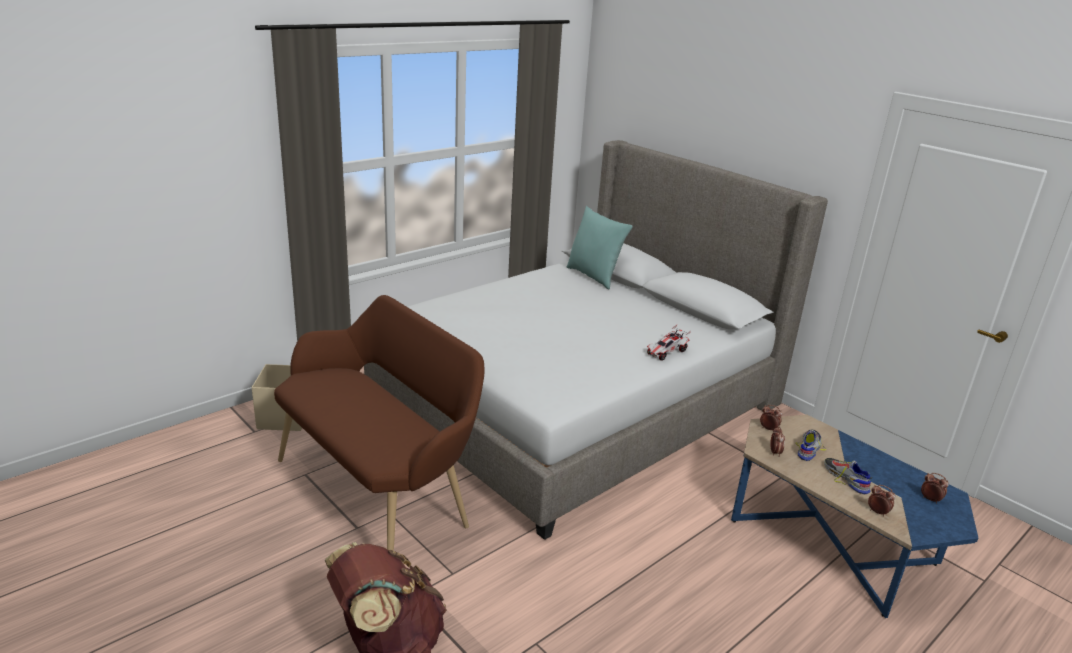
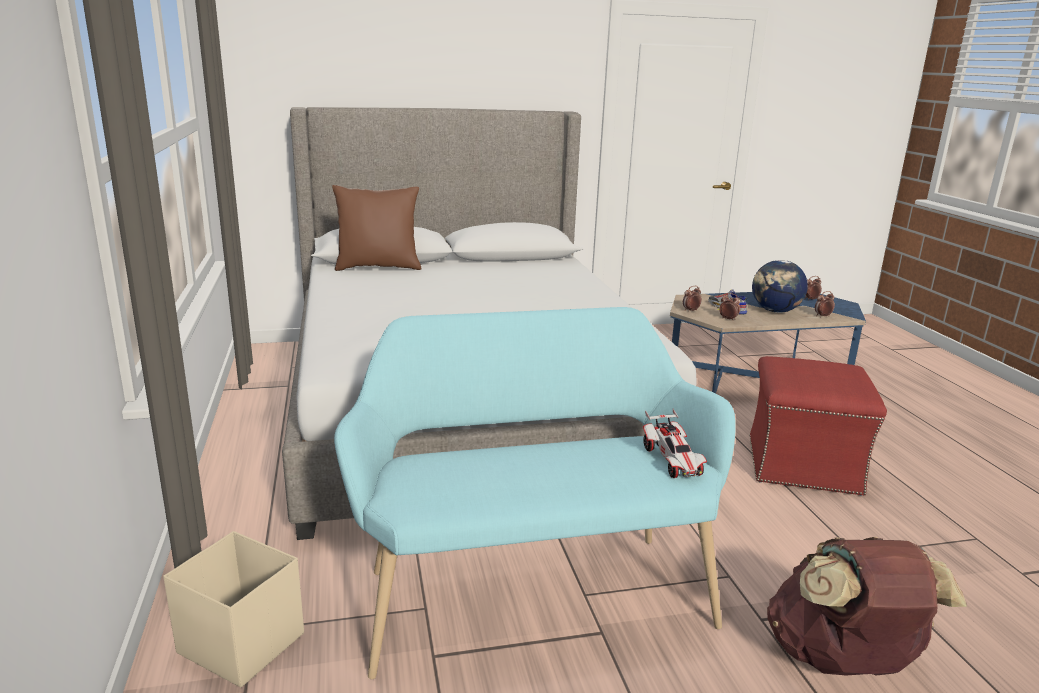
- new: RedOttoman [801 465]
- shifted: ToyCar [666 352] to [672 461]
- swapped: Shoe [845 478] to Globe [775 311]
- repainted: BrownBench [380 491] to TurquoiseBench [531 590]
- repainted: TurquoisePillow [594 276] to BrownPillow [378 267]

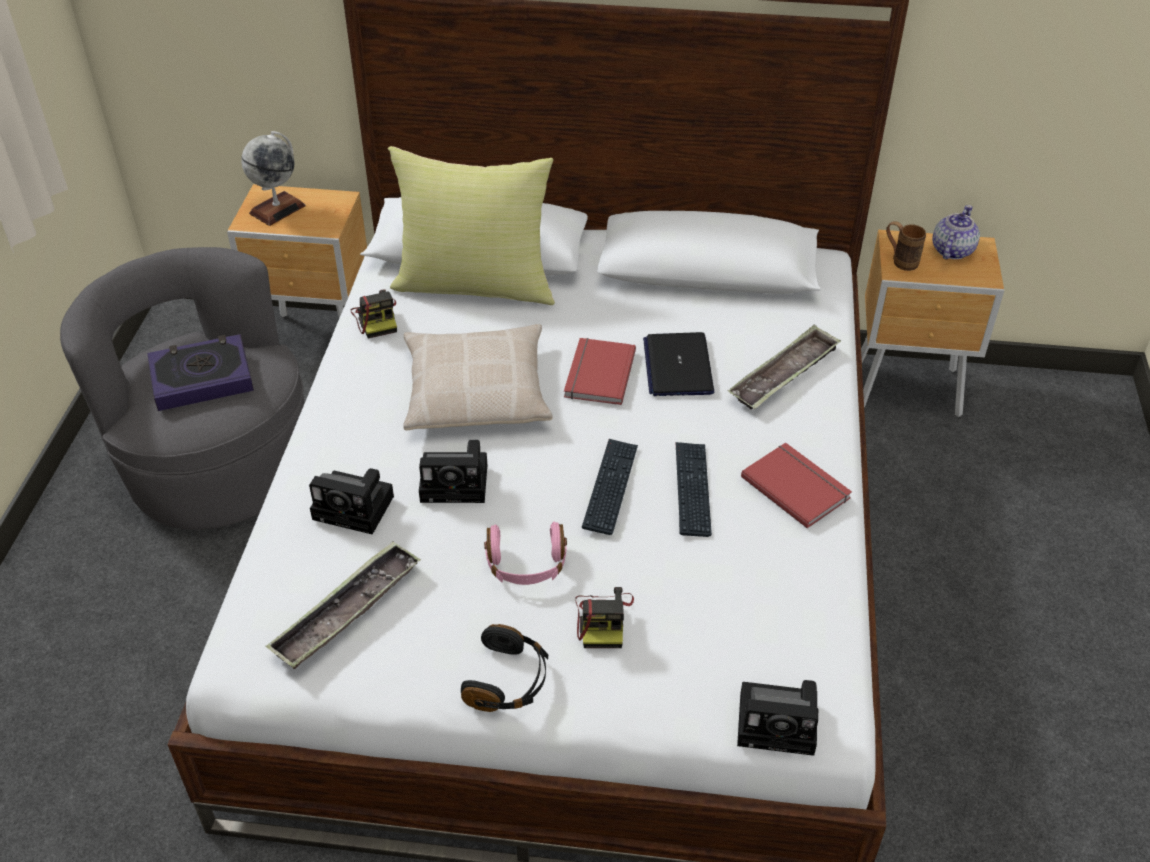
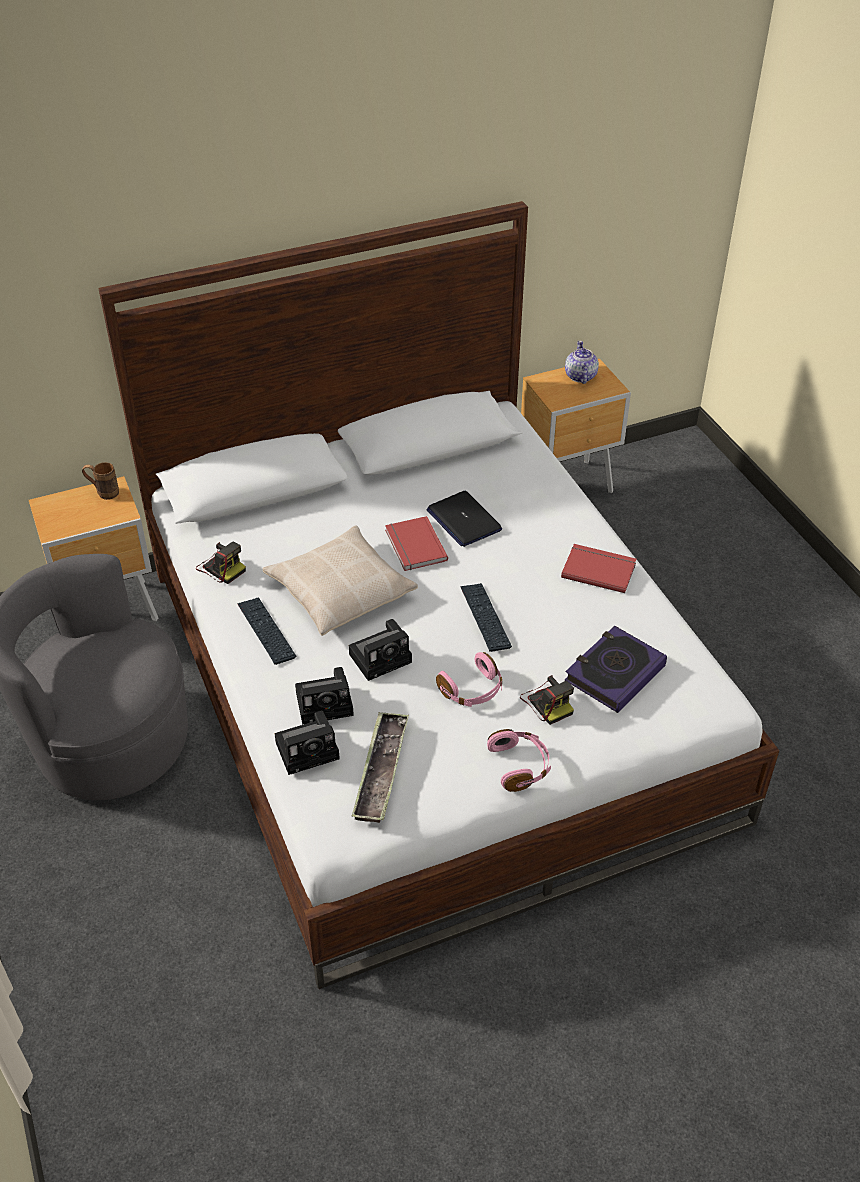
- gone: Globe [277 209]
- gone: YellowPillow [476 284]
- gone: Tray [784 374]
- shifted: Book [202 378] to [614 673]
- shifted: Keyboard [692 489] to [266 631]
- shifted: PhotoCamera [780 723] to [310 749]
- shifted: BrownMug [900 260] to [103 492]
- repainted: BlackHeadphones [508 681] to PinkHeadphones [520 766]

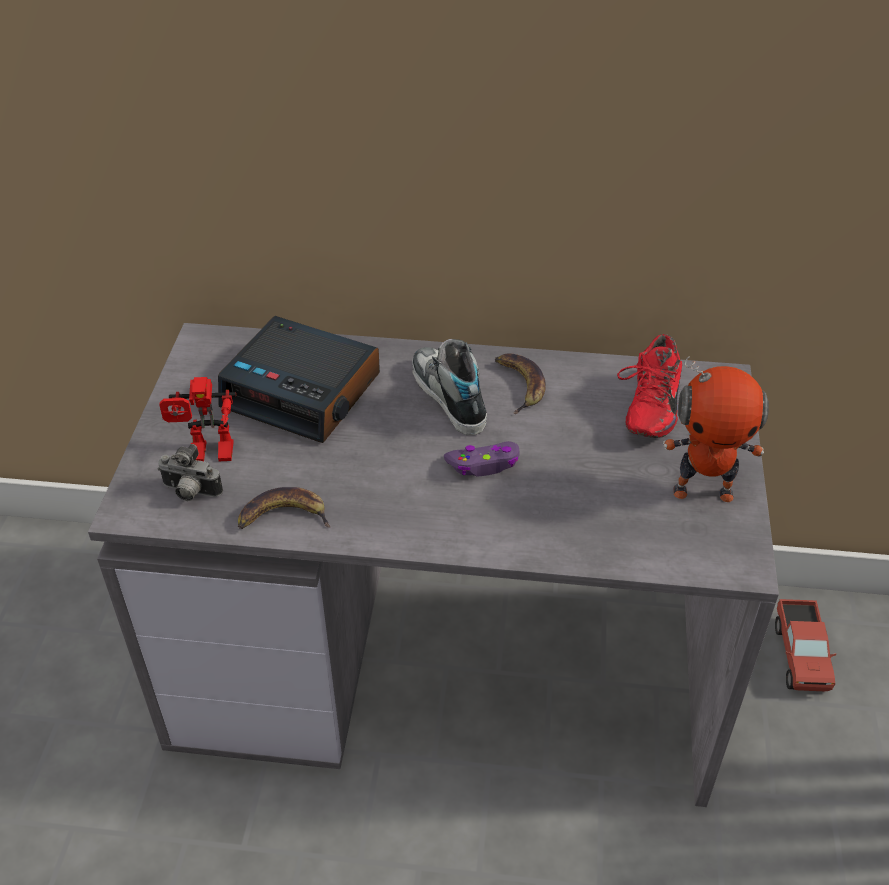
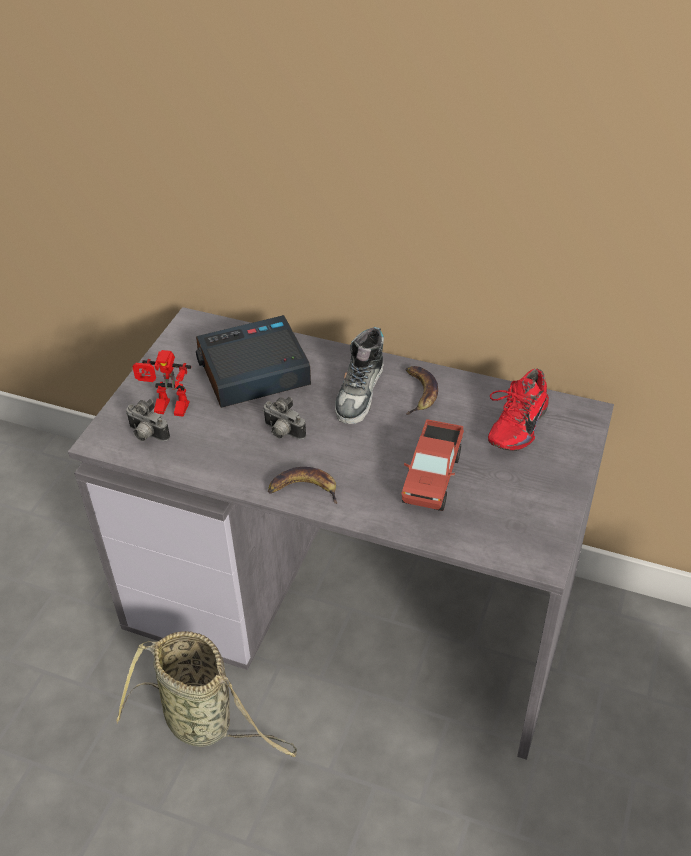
- gone: PurpleGameController [484 464]
- gone: ToyRobot [703 490]
- new: Basket [204 723]
- new: PhotoCamera [282 433]
- shifted: Banana [283 516] to [303 489]
- shifted: ToyTruck [800 656] to [432 478]
- rotated: AlarmClock [303 391] = [252 372] 120 degrees clockwise
- rotated: Shoe [448 396] = [360 393] 150 degrees counterclockwise

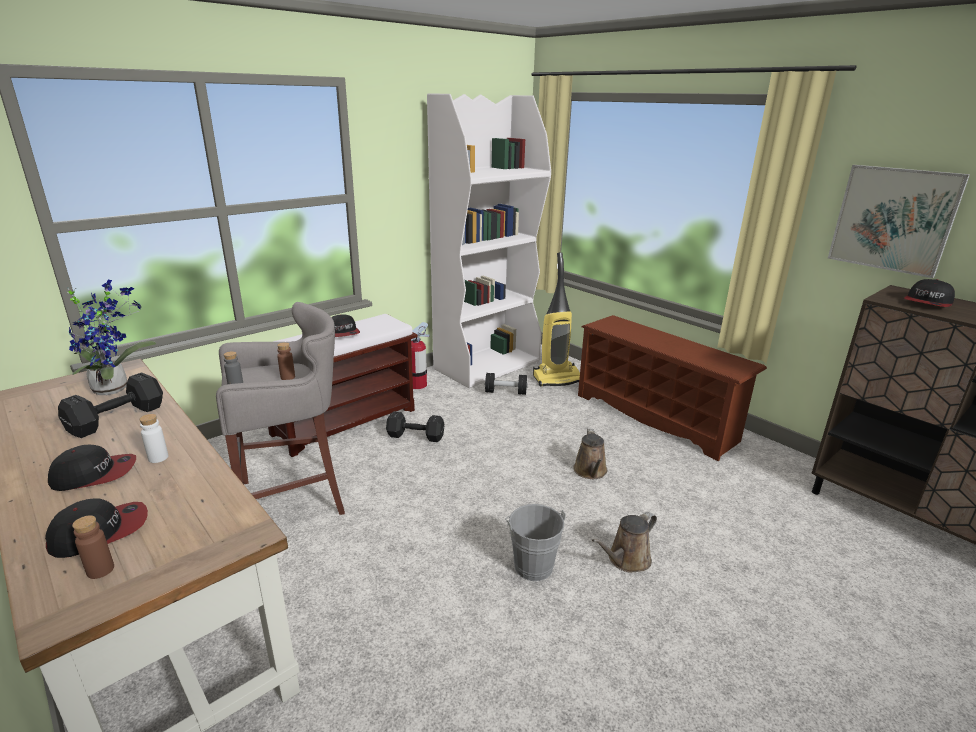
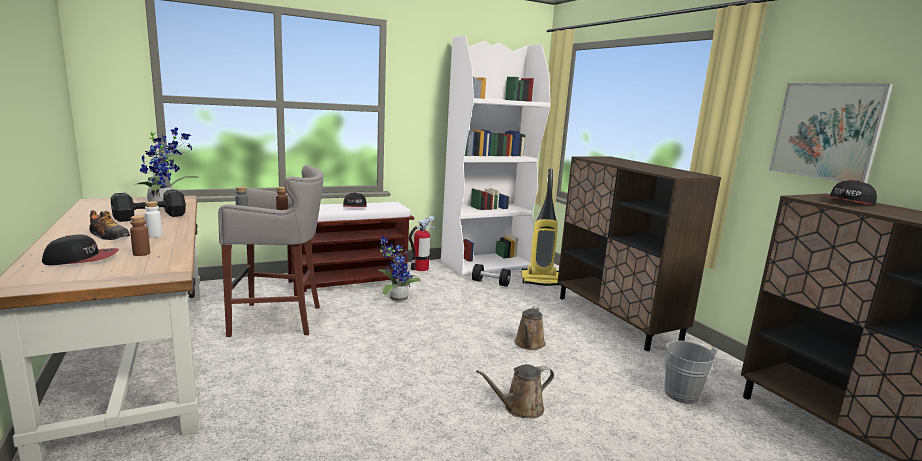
- shifted: BrownBottle [100 570] to [141 253]
- shifted: GreyBucket [532 563] to [679 392]
- swapped: Cap [95 474] to Shoe [108 236]
- swapped: BlackDumbbell [414 436] to PottedPlant [396 298]
- swapped: BrownShoeRack [656 417] to BrownCabinet [616 319]

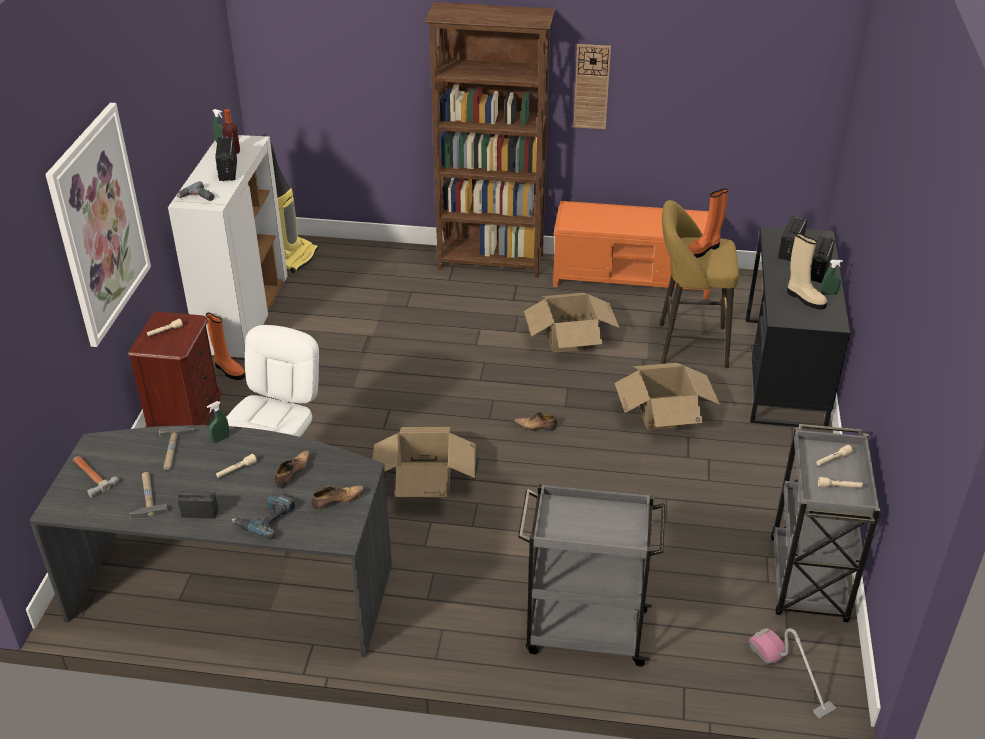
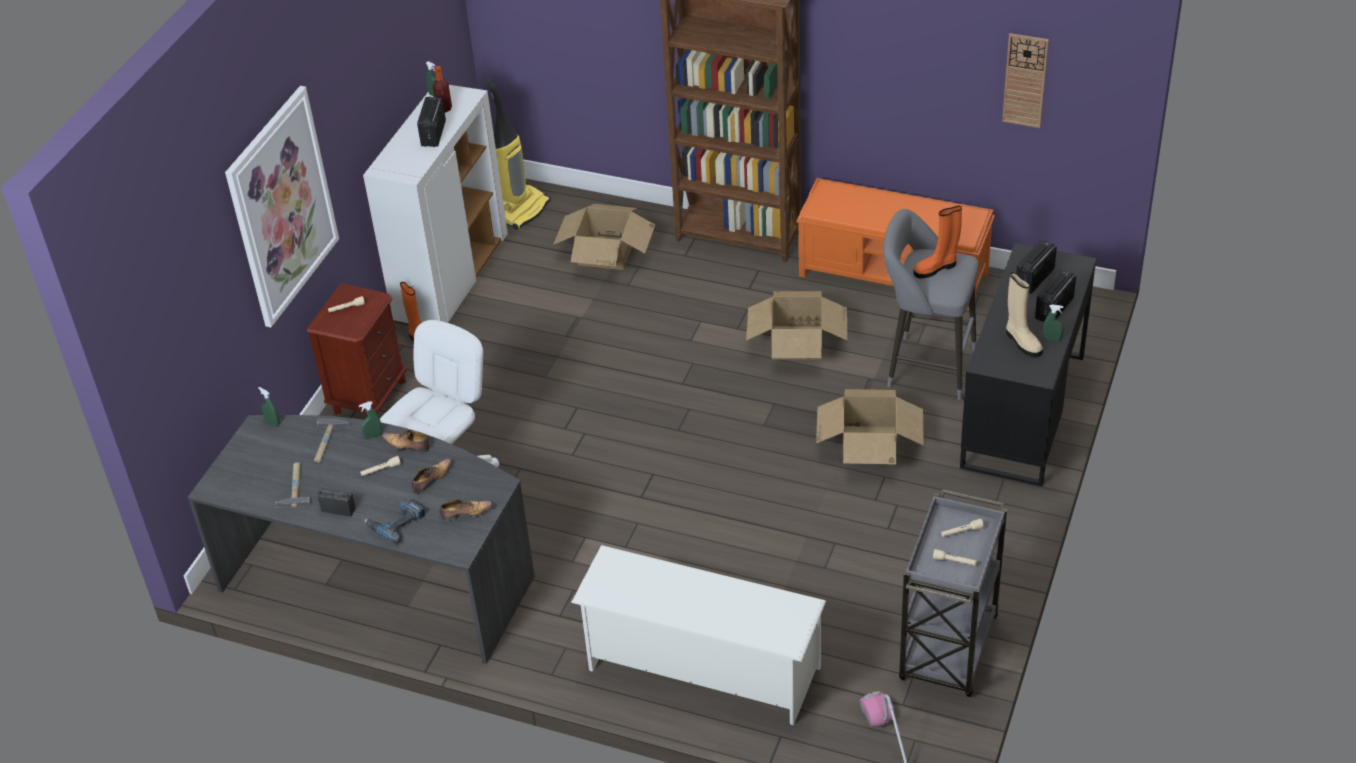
- gone: Hammer [91 476]
- gone: PowerDrill [197 197]
- new: GreenSprayBottle [273 423]
- shifted: CardboardBox [425 479] to [606 252]
- shifted: Shoe [535 427] to [407 445]
- shifted: WallClock [591 86] to [1025 80]
- swapped: GreyCart [584 631] to WhiteShoeRack [702 669]
- repainted: YellowStool [687 345] to GreyStool [925 367]

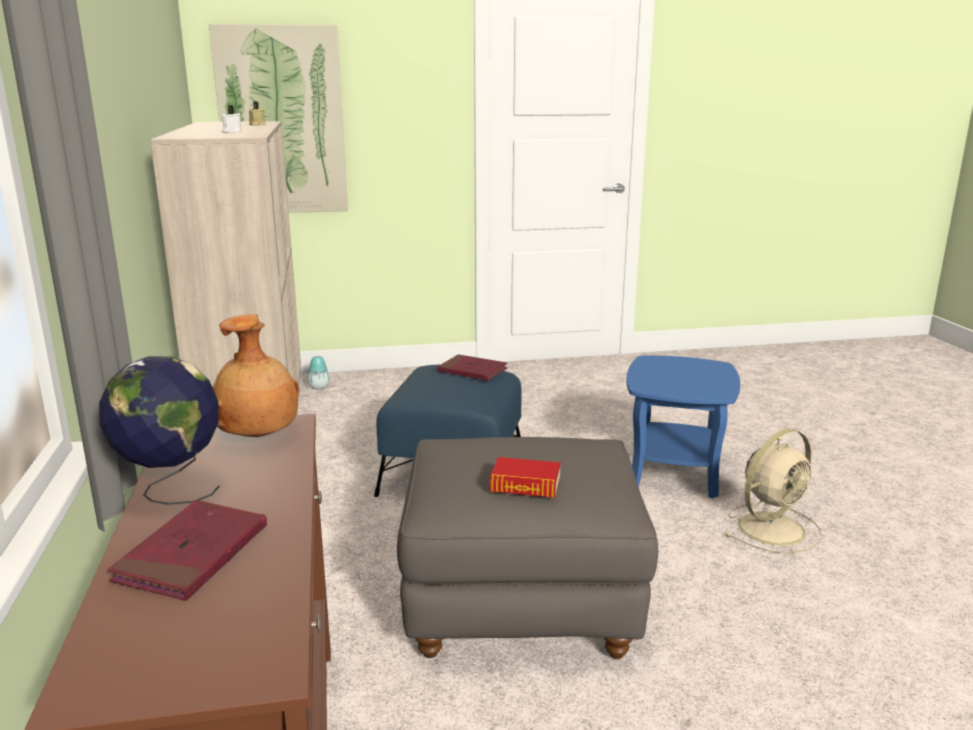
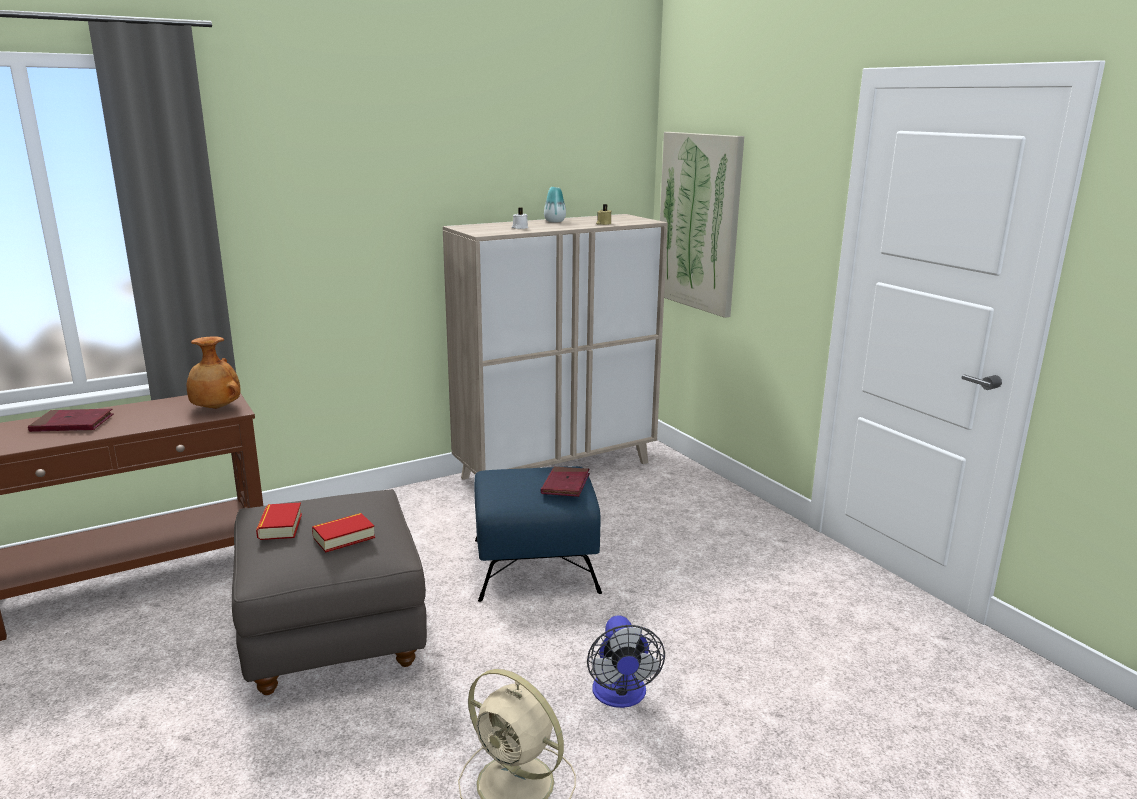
- gone: Globe [171 489]
- new: Book [344 537]
- shifted: Vase [319 387] to [554 221]
- swapped: BlueSideTable [674 471] to Fan [620 696]

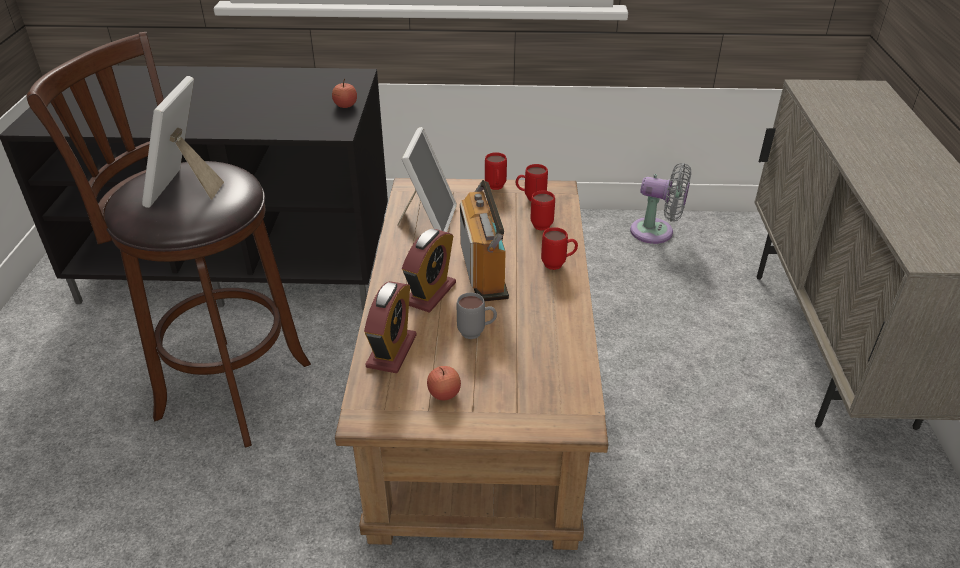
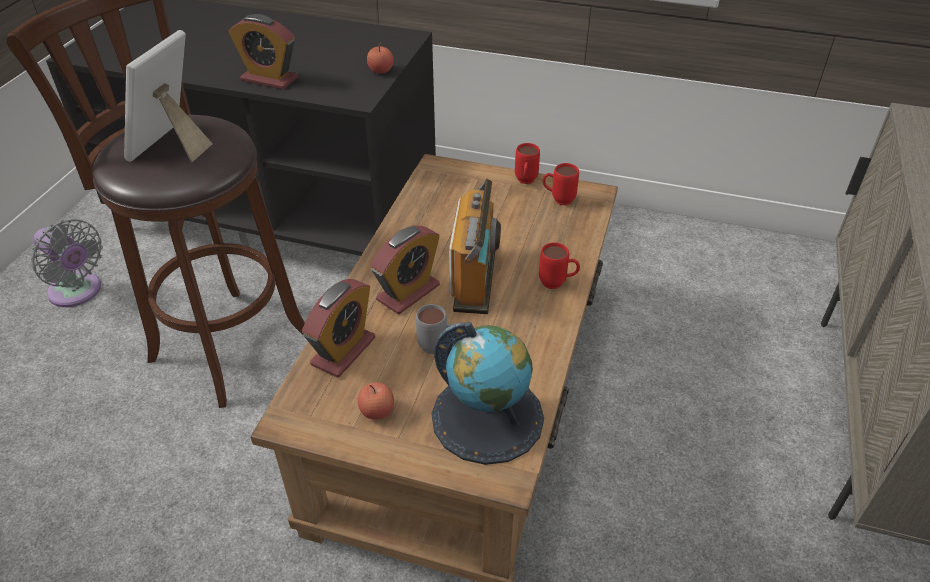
- gone: PictureFrame [428 220]
- gone: RedMug [544 224]
- new: AlarmClock [269 79]
- new: Globe [487 417]
- shifted: GreyFan [656 232] to [78 292]

